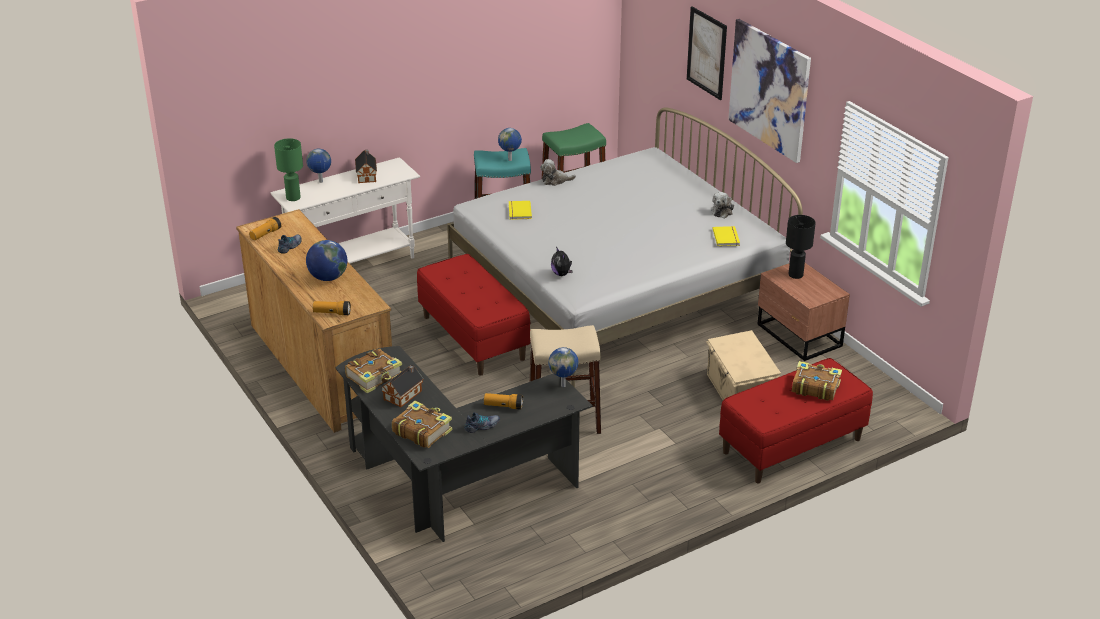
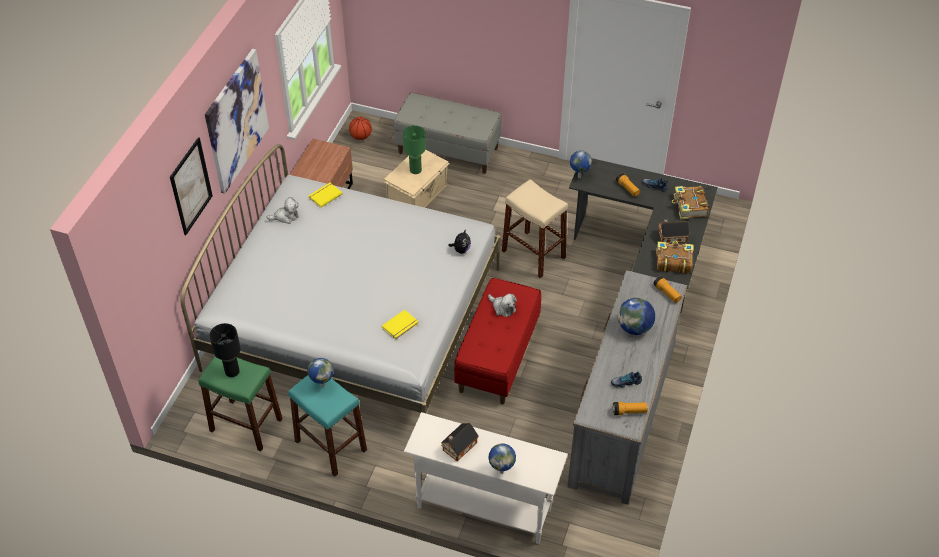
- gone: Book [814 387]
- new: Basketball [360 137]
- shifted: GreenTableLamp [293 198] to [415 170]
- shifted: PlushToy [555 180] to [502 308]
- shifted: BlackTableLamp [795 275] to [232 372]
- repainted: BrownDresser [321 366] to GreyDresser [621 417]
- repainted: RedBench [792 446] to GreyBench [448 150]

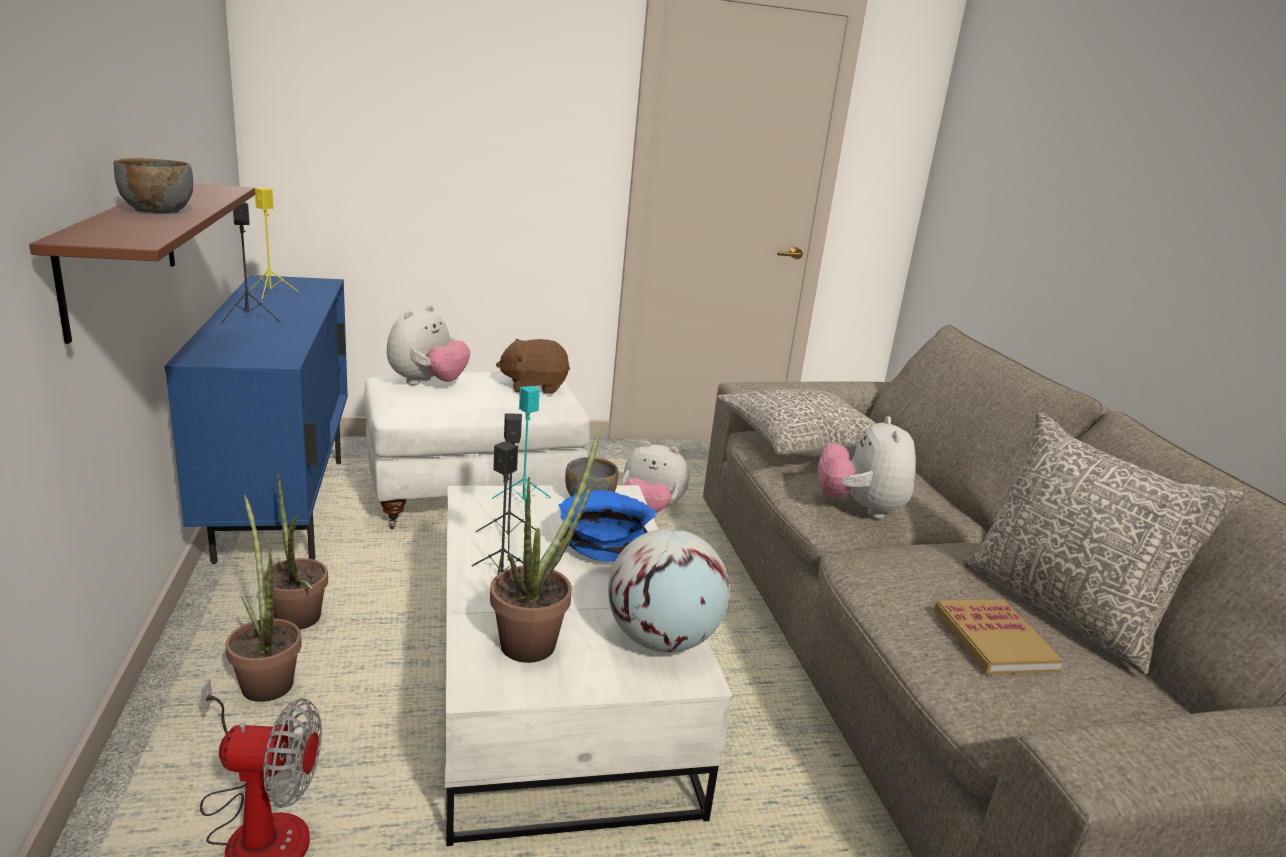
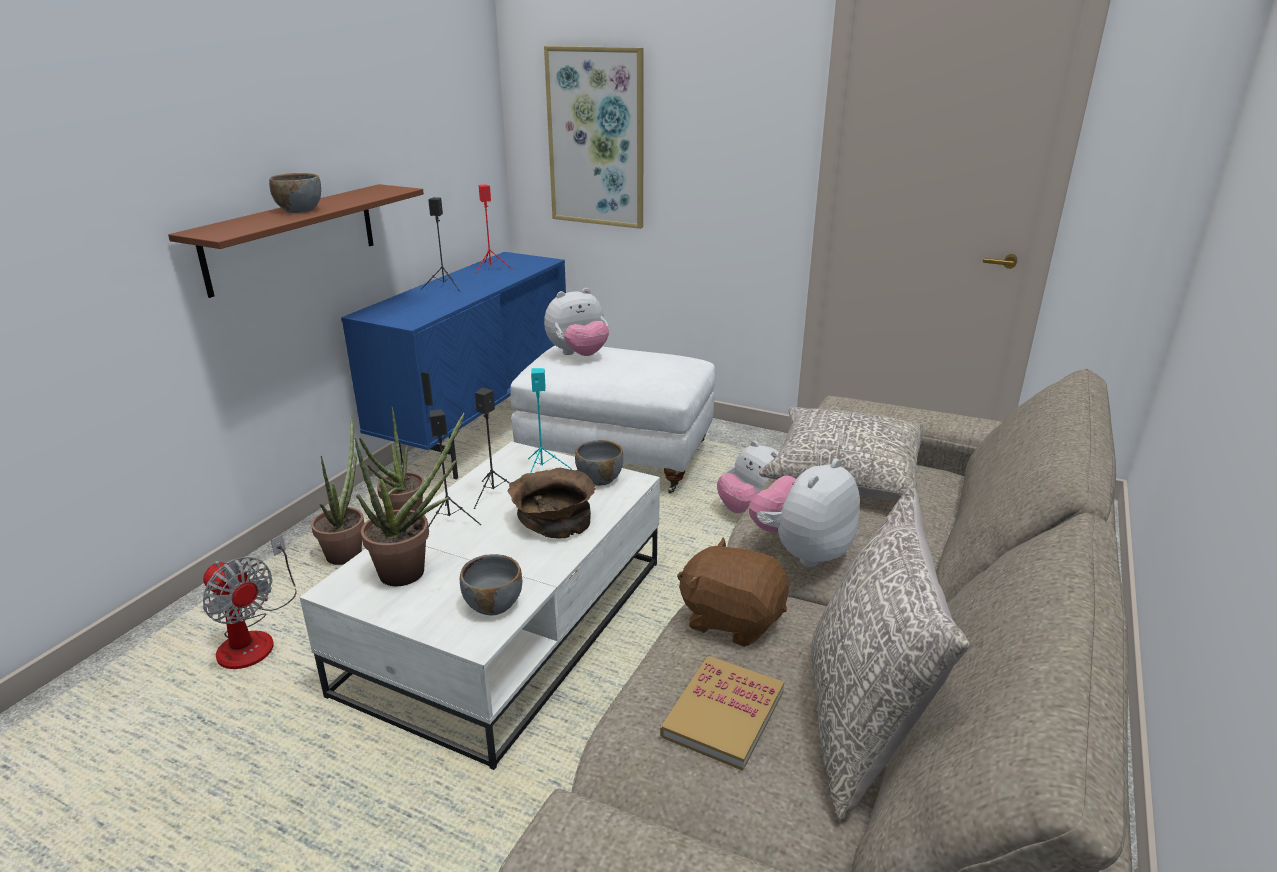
- new: Picture [596 138]
- shifted: BrownPlushToy [534 386] to [732 619]
- swapped: Globe [662 640] to GreyBowl [493 604]
- repainted: YellowSpeaker [271 294] to RedSpeaker [491 268]
- repainted: BlueBowl [601 546] to BrownBowl [554 518]

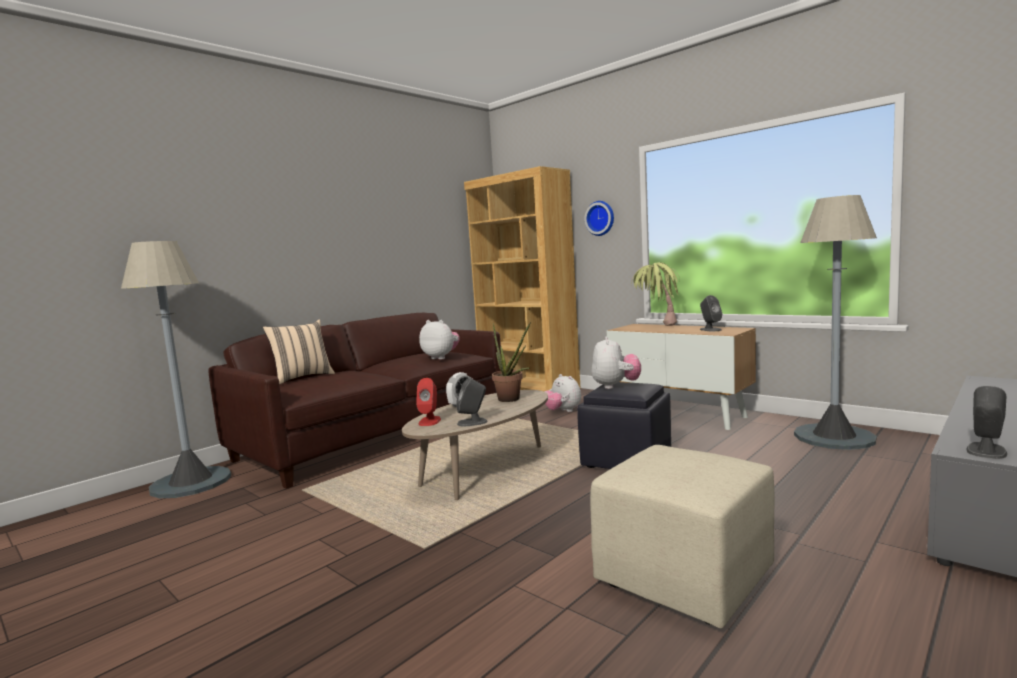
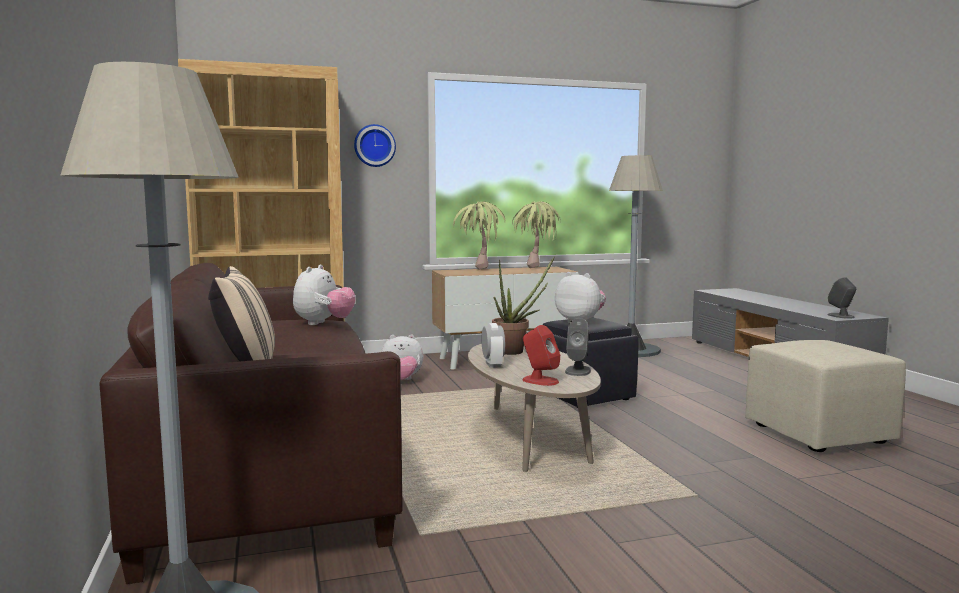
- swapped: GreySpeaker [710 329] to PottedPlant [535 269]
- rotated: PlushToy [441 357] = [324 323] 135 degrees clockwise

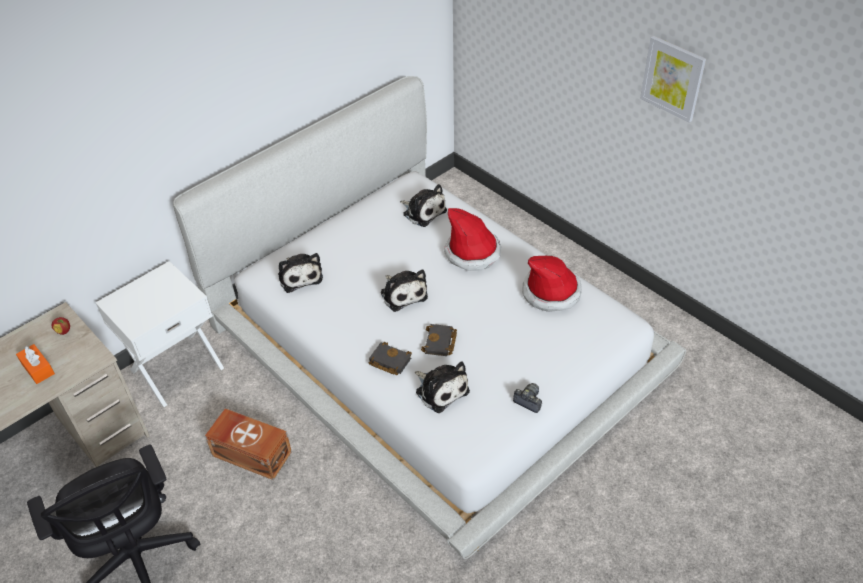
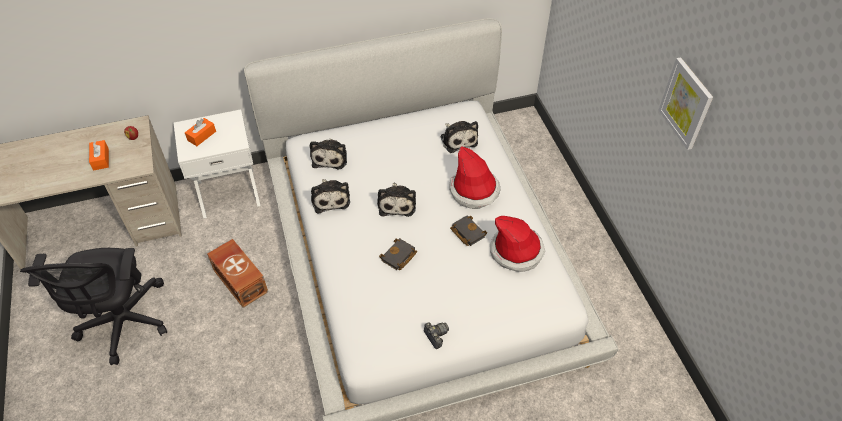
- new: OrangeTissueBox [201 136]
- shifted: BlackBook [388 361] to [466 232]
- shifted: PlushToy [440 390] to [330 198]

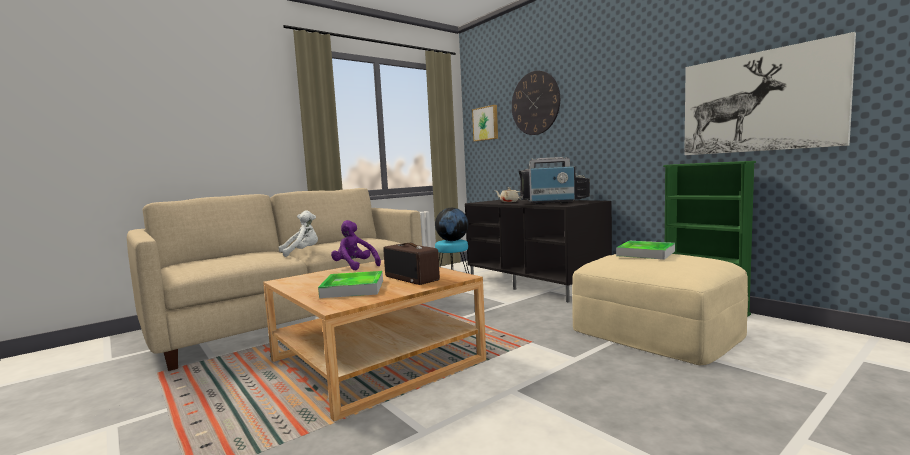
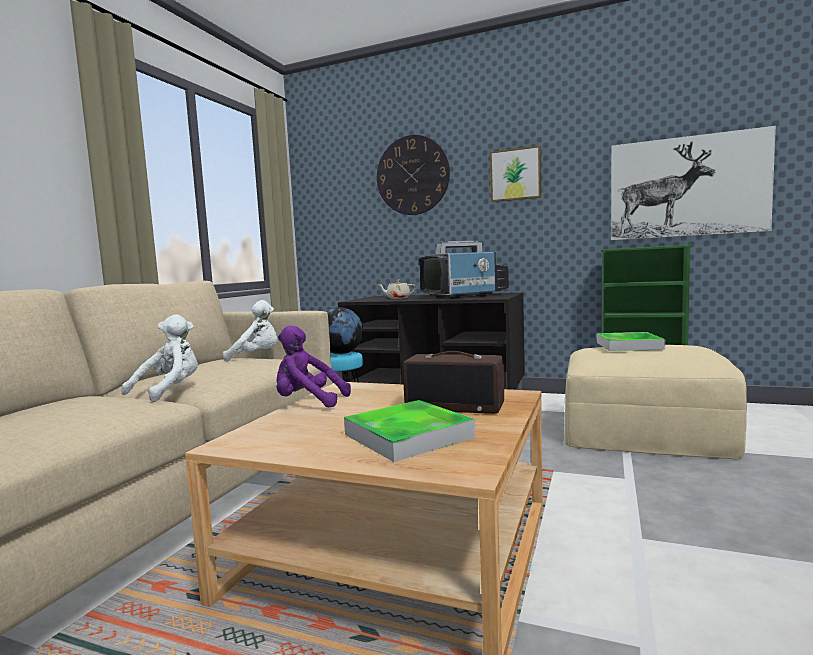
- new: WhitePlushToy [256 357]
- shifted: Picture [486 123] to [516 175]

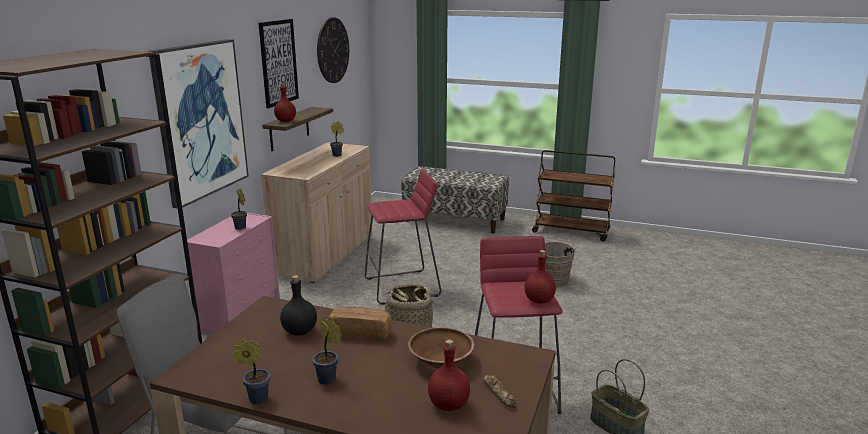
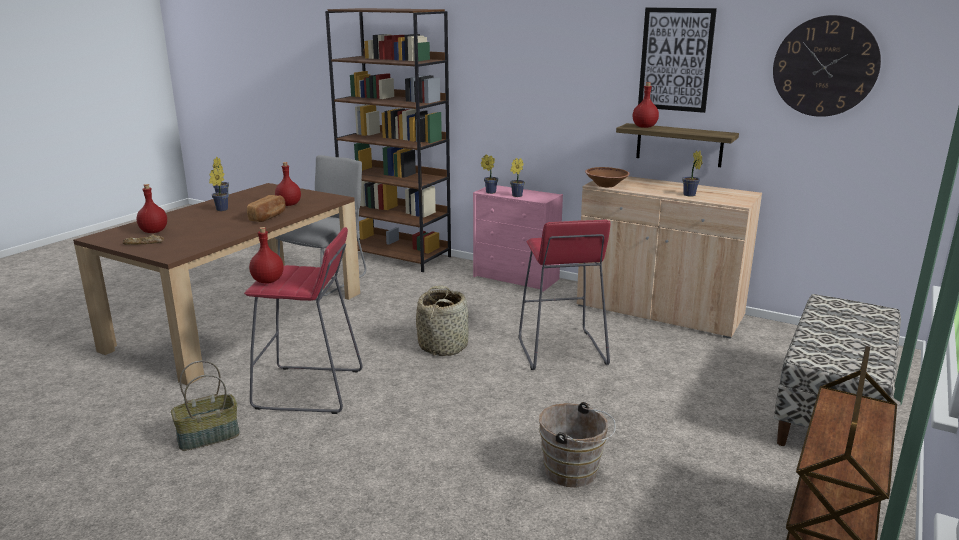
- gone: Picture [200 120]
- new: PottedPlant [489 192]
- shifted: BrownBowl [440 361] to [606 185]
- repainted: BlackBottle [300 331] to RedBottle [289 205]

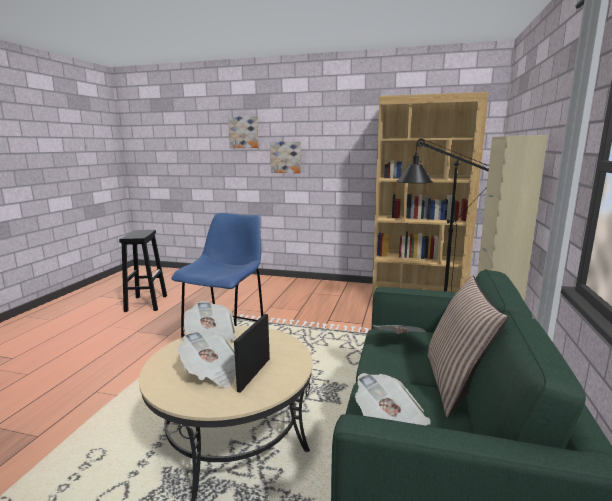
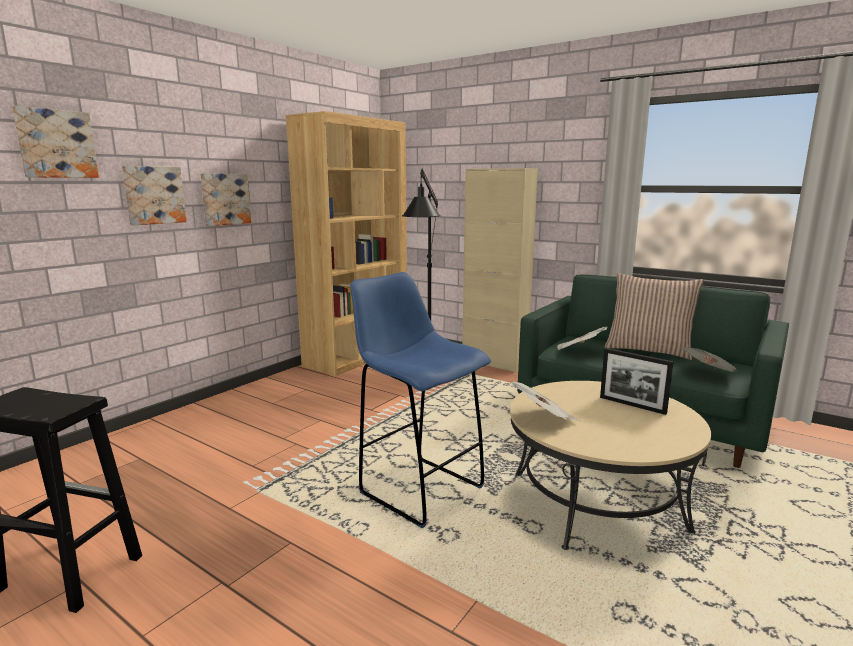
- gone: Newspaper [212 373]
- new: Picture [225 199]

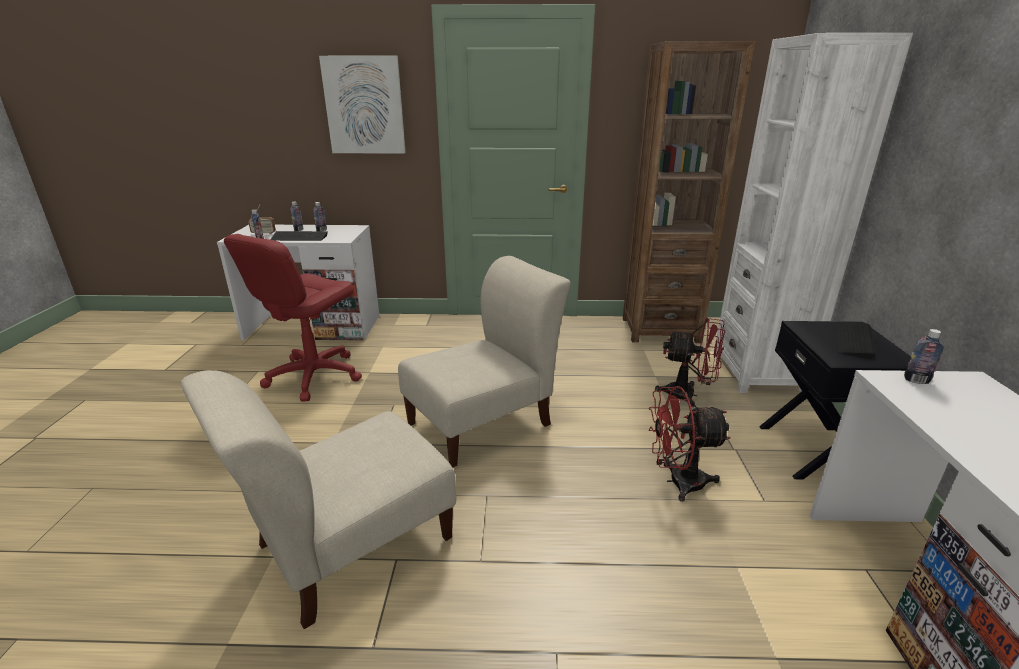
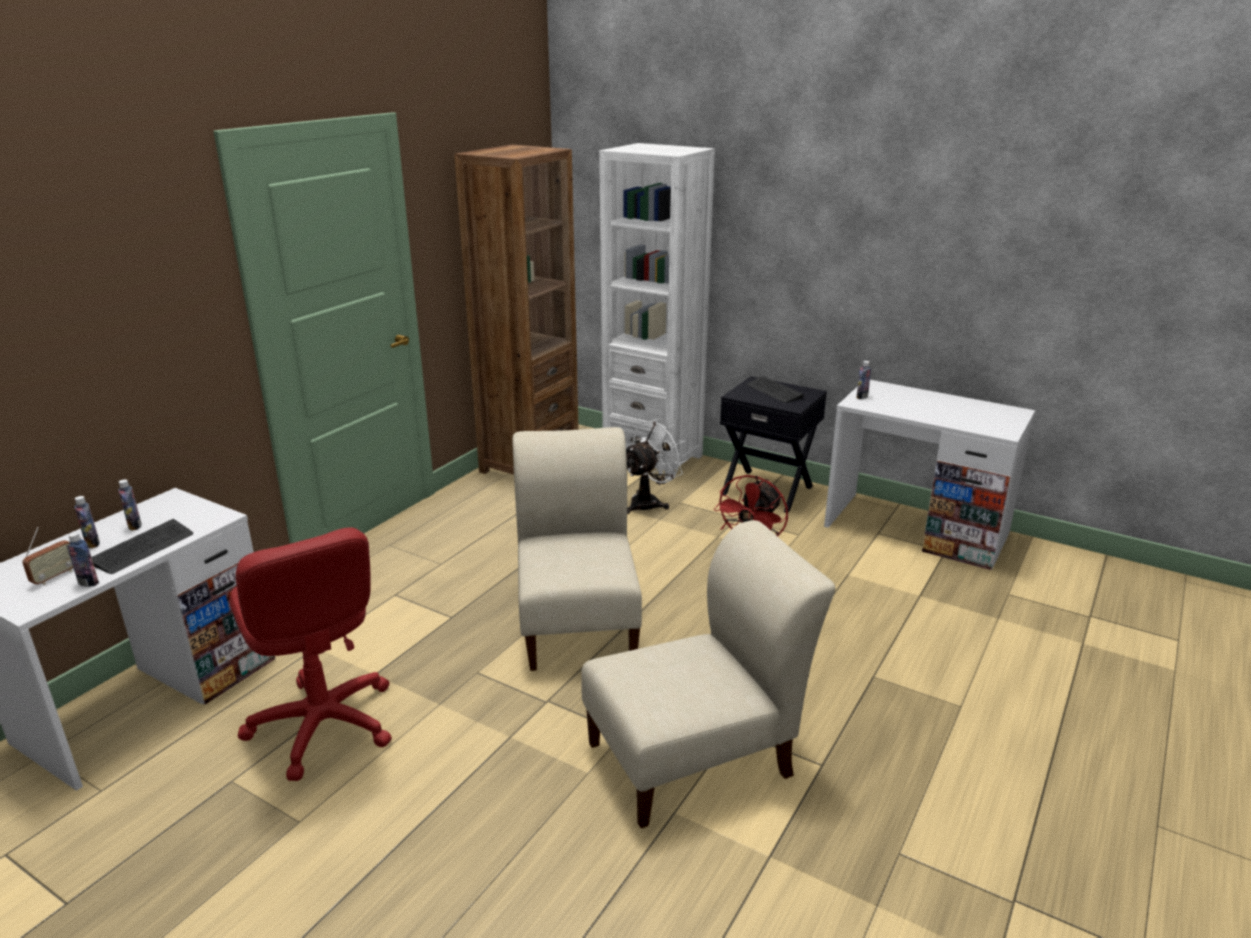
- gone: Picture [364 106]
- repainted: RedFan [688 395] to WhiteFan [650 502]
- rotated: BeigeChair [348 546] = [697 757] 105 degrees counterclockwise

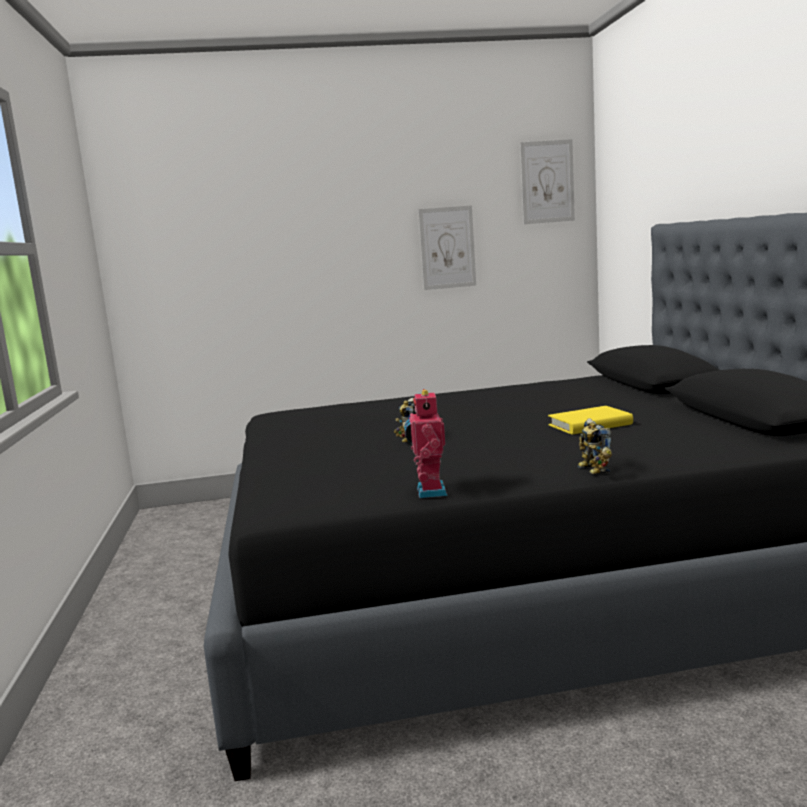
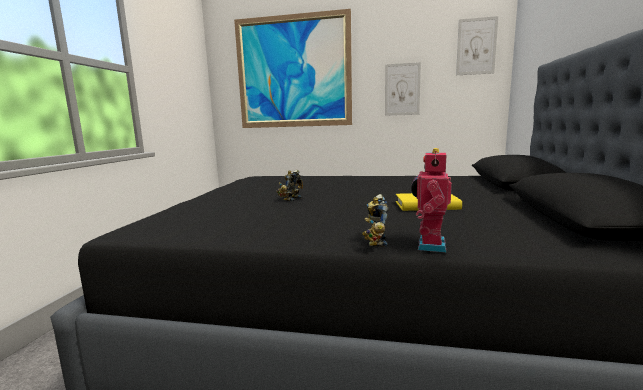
- new: Picture [293 72]
- shifted: ToyRobot [429 492] to [429 245]

